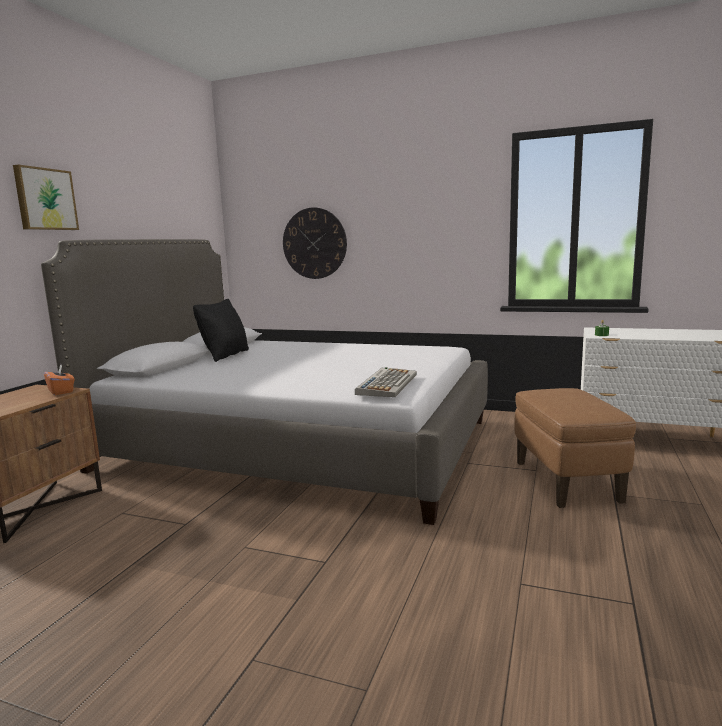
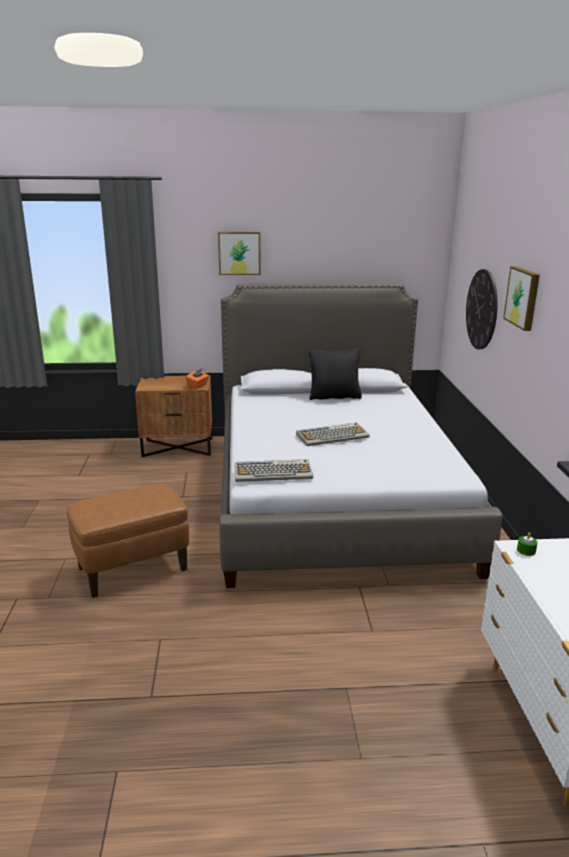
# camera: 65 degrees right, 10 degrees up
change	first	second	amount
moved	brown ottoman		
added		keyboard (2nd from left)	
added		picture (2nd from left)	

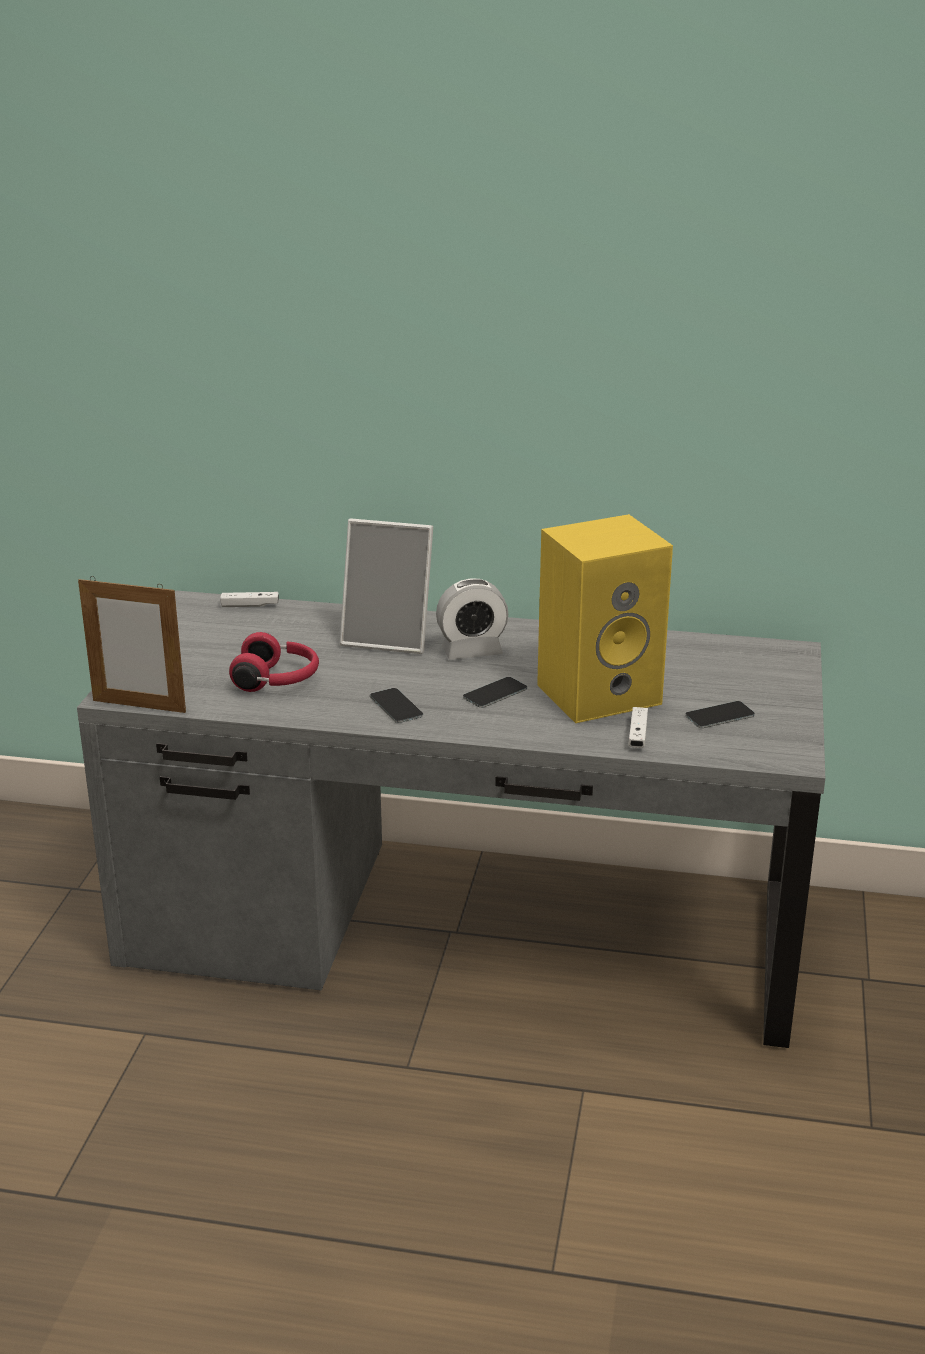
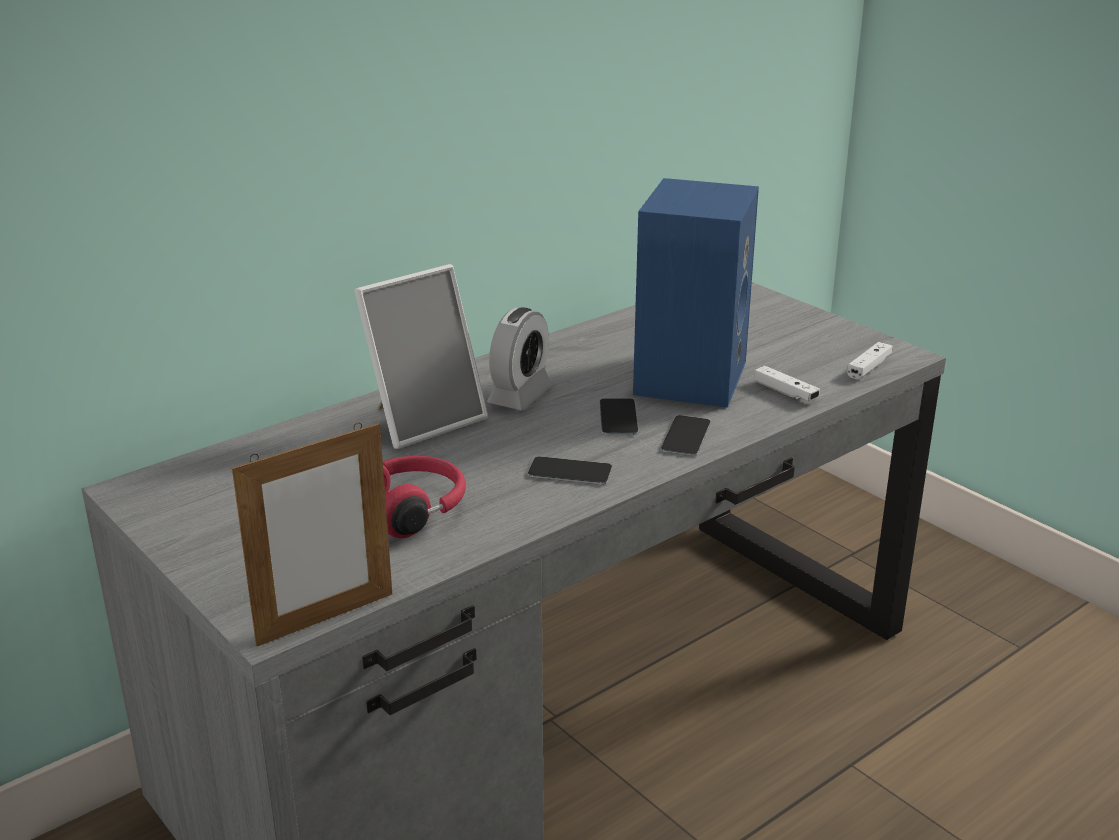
# camera: 50 degrees left, 0 degrees up
change	first	second	amount
moved	white game controller (1st from left in the first image)	white game controller (2nd from left)	
recoloured	yellow speaker	blue speaker	
moved	phone (3rd from left)		

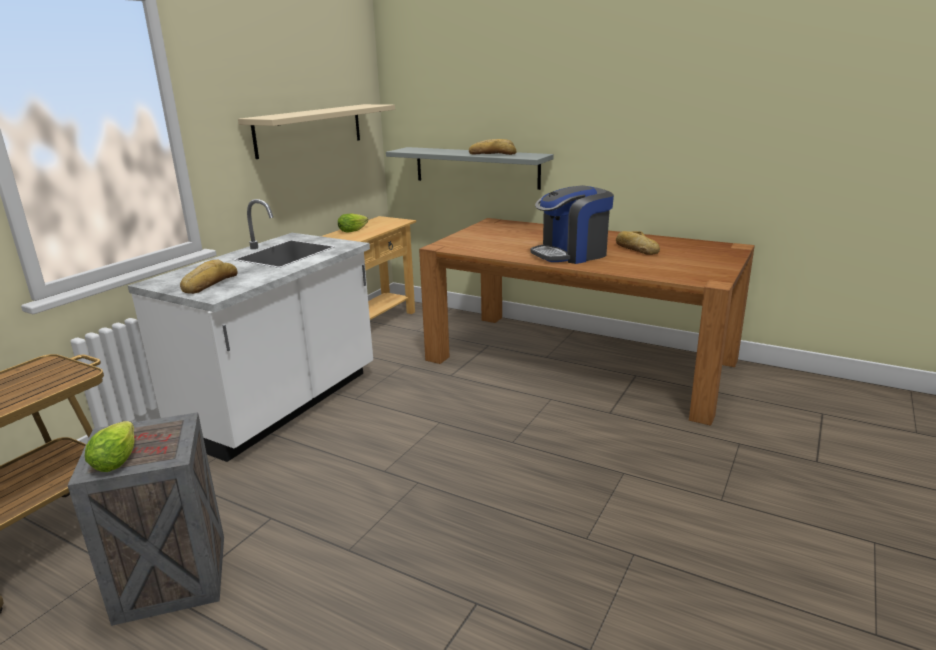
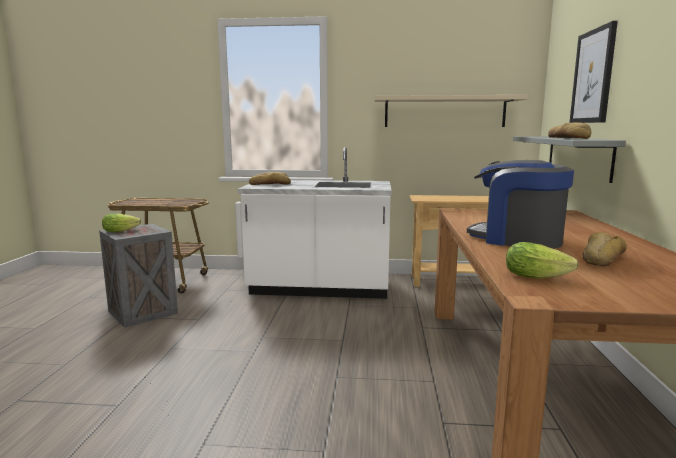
# camera: 65 degrees right, 10 degrees down
change	first	second	amount
moved	lettuce (2nd from left)		
added		picture	

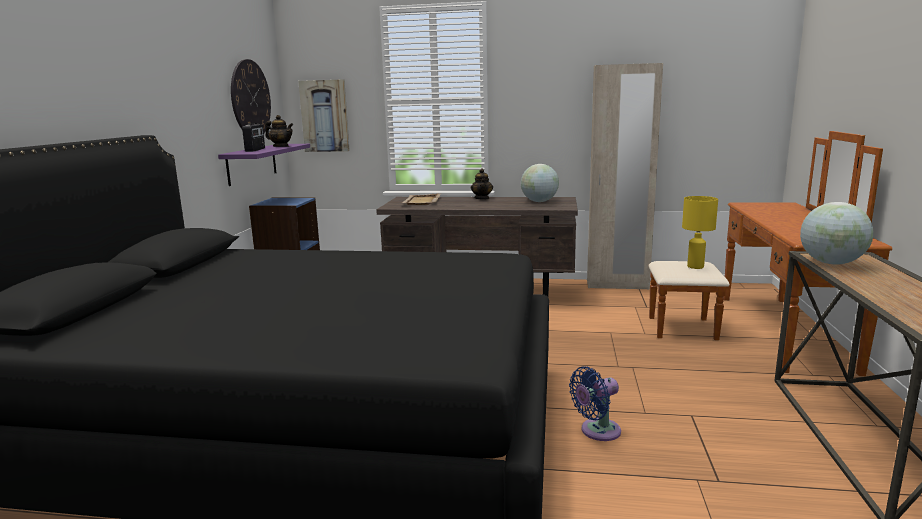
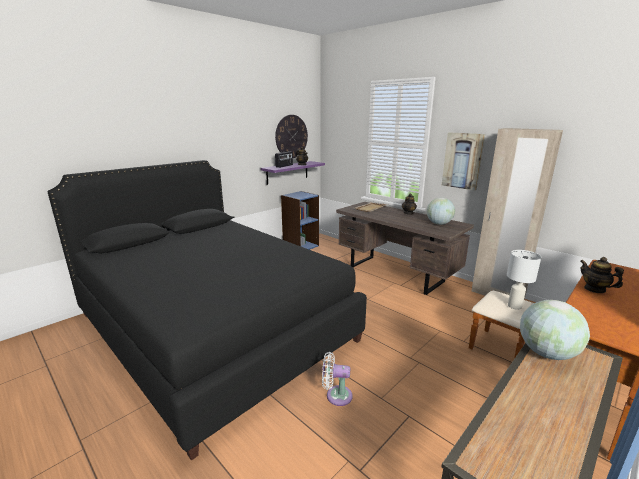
# camera: 35 degrees right, 5 degrees up
change	first	second	amount
moved	picture		
recoloured	blue fan	white fan	
recoloured	yellow table lamp	white table lamp	
added		teapot (3rd from left)	

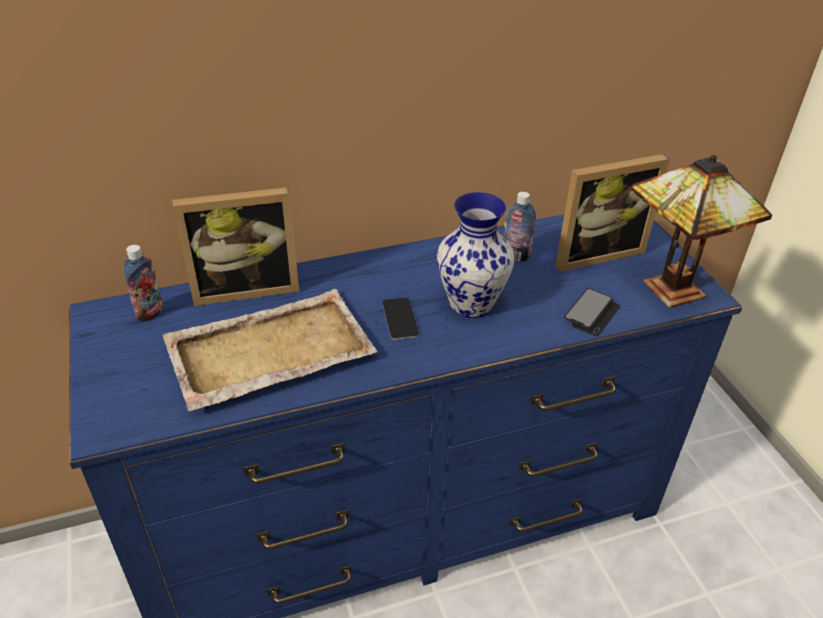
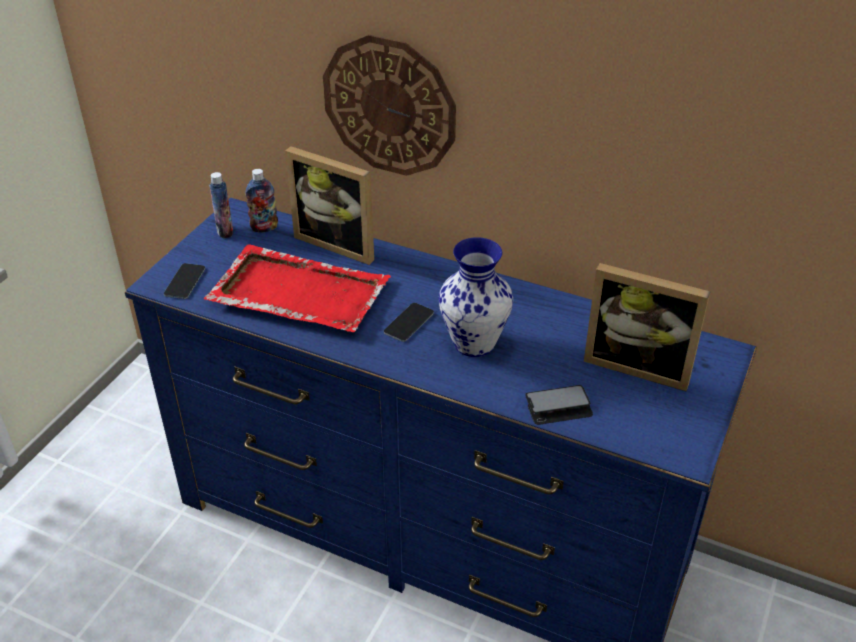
# camera: 45 degrees right, 0 degrees up
change	first	second	amount
recoloured	beige tray	red tray	
moved	bottle (2nd from left in the first image)	bottle (1st from left)	
removed	table lamp		
added		phone (1st from left)	
added		wall clock	

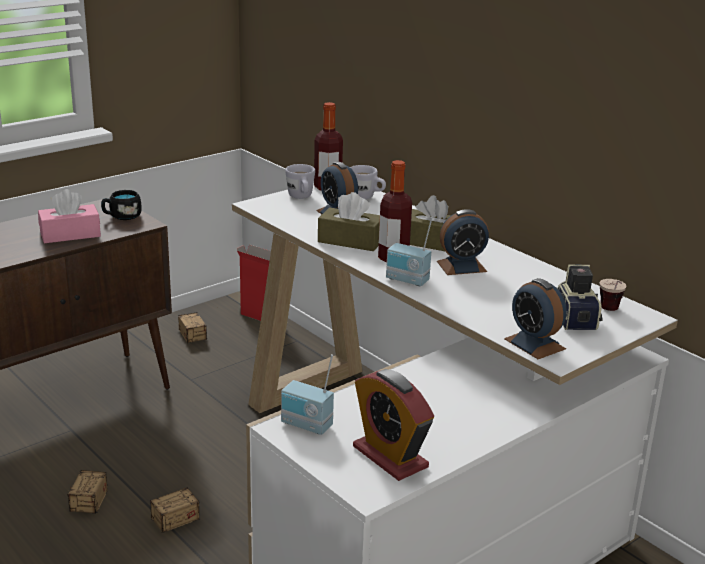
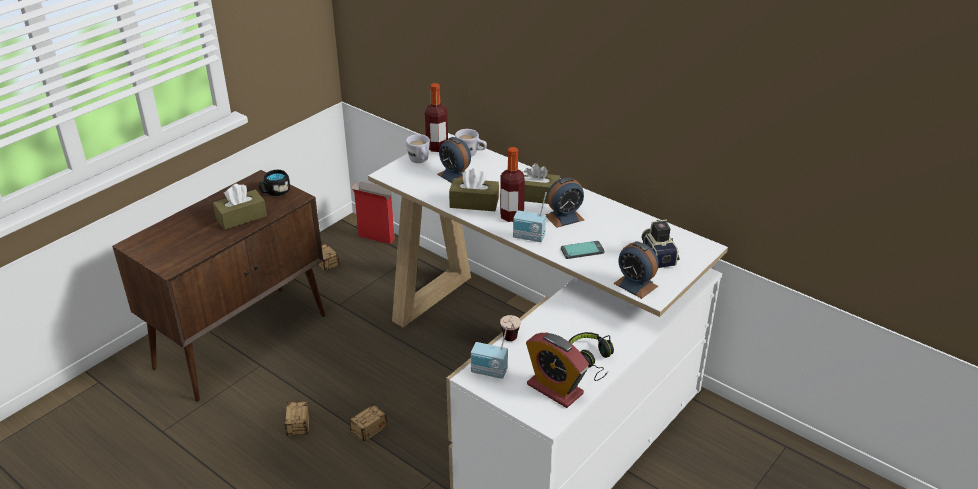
# camera: 10 degrees left, 10 degrees up
change	first	second	amount
recoloured	pink tissue box	brown tissue box (1st from left)	
moved	cup		
added		phone	
added		black headphones	

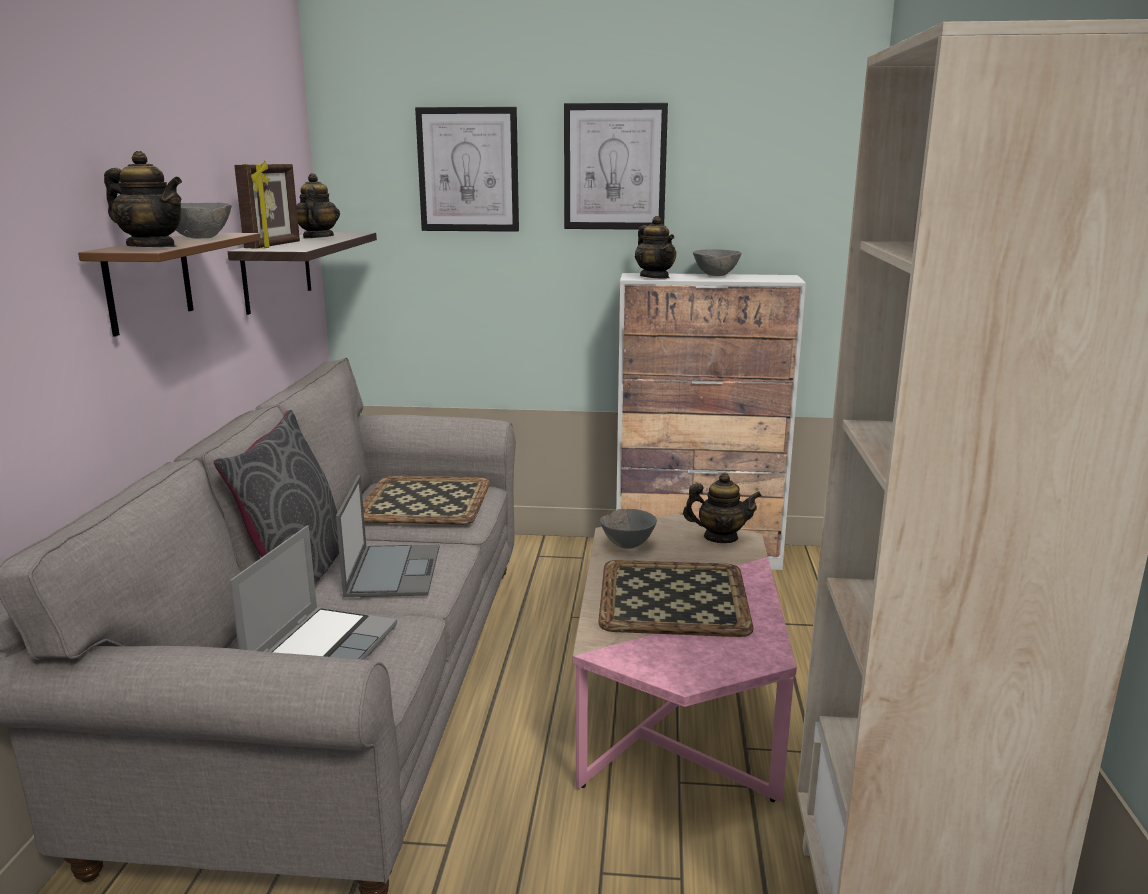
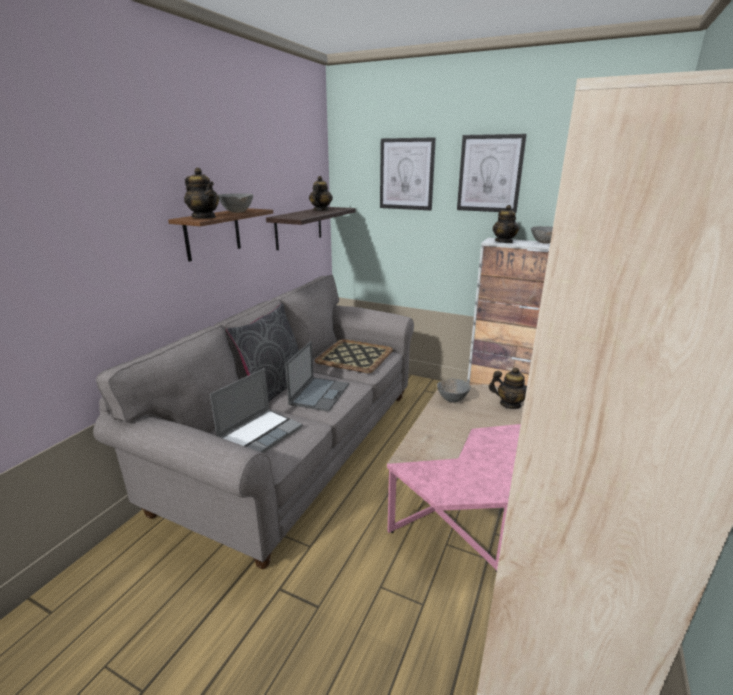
# camera: 20 degrees right, 5 degrees up
change	first	second	amount
removed	picture frame		
removed	tray (2nd from left)		

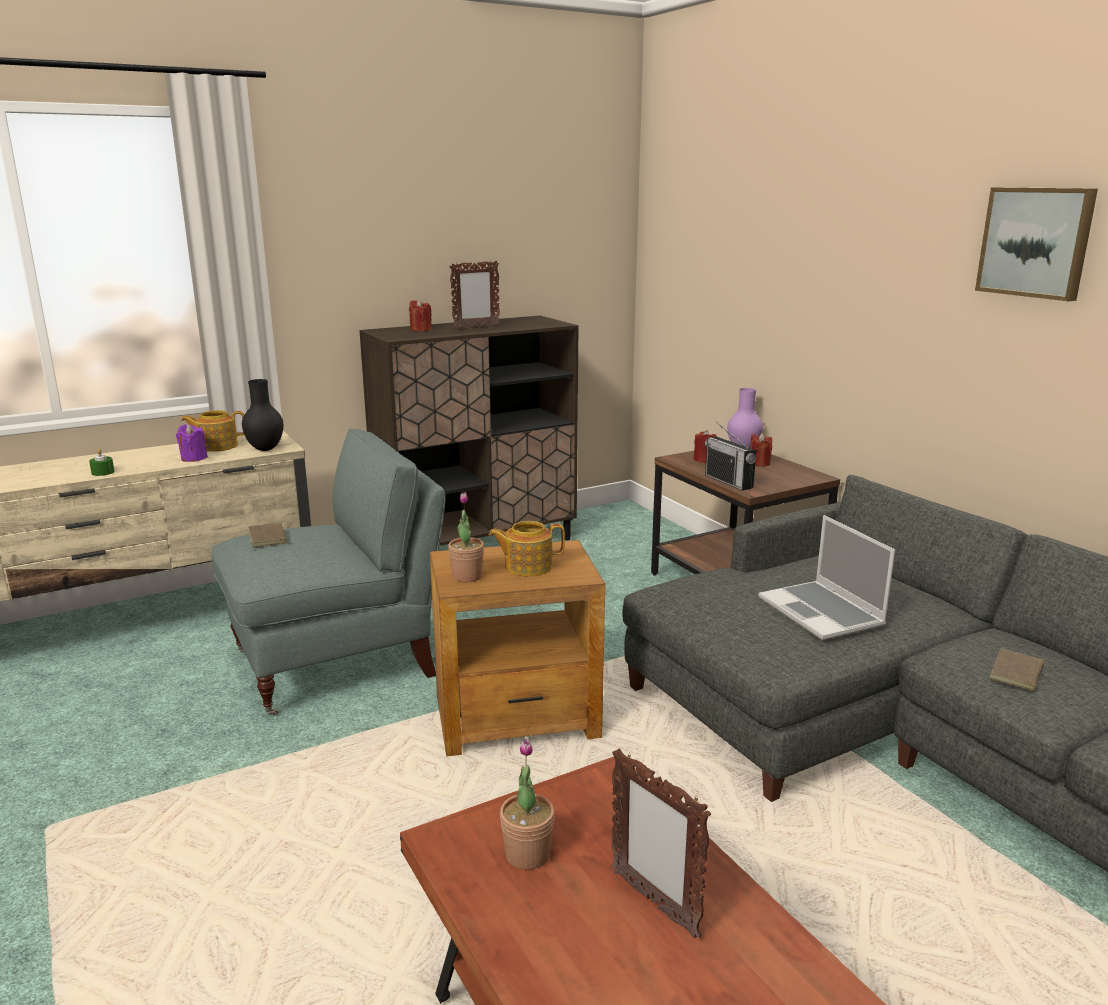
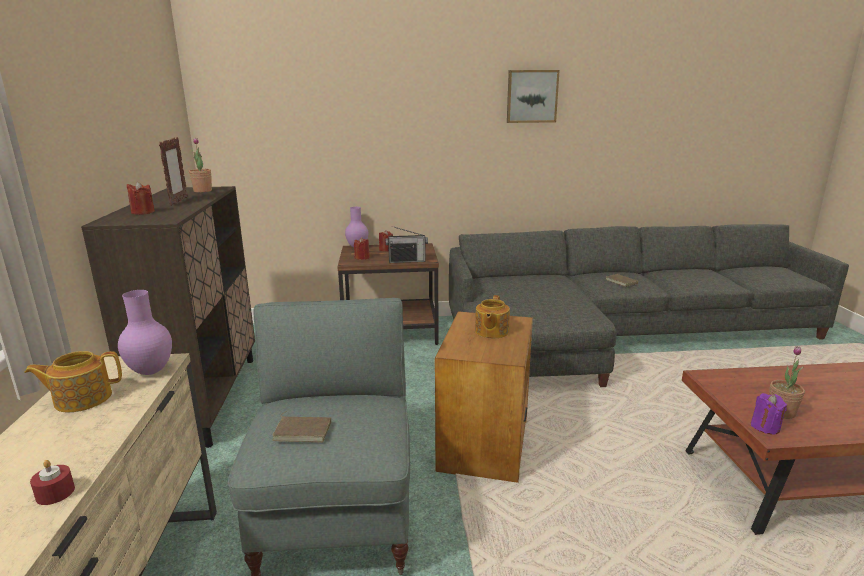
# camera: 65 degrees left, 0 degrees up
change	first	second	amount
recoloured	green candle	red candle (1st from left)	
moved	purple candle		
turned	teapot (1st from left)		60 degrees clockwise
recoloured	black vase	purple vase (1st from left)	
moved	potted plant (1st from left)		
removed	picture frame (2nd from left)		
removed	laptop		

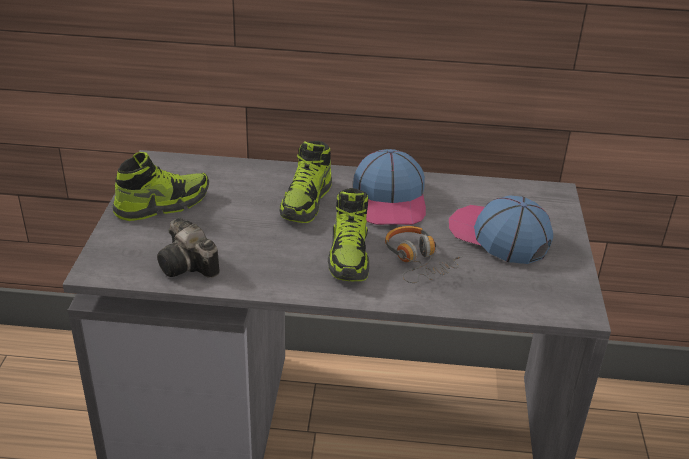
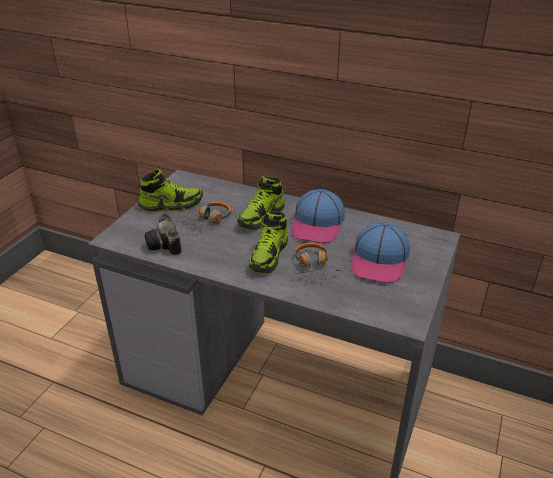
# camera: 20 degrees right, 0 degrees up
change	first	second	amount
turned	cap (2nd from left)		135 degrees counterclockwise
added		headphones (1st from left)	

